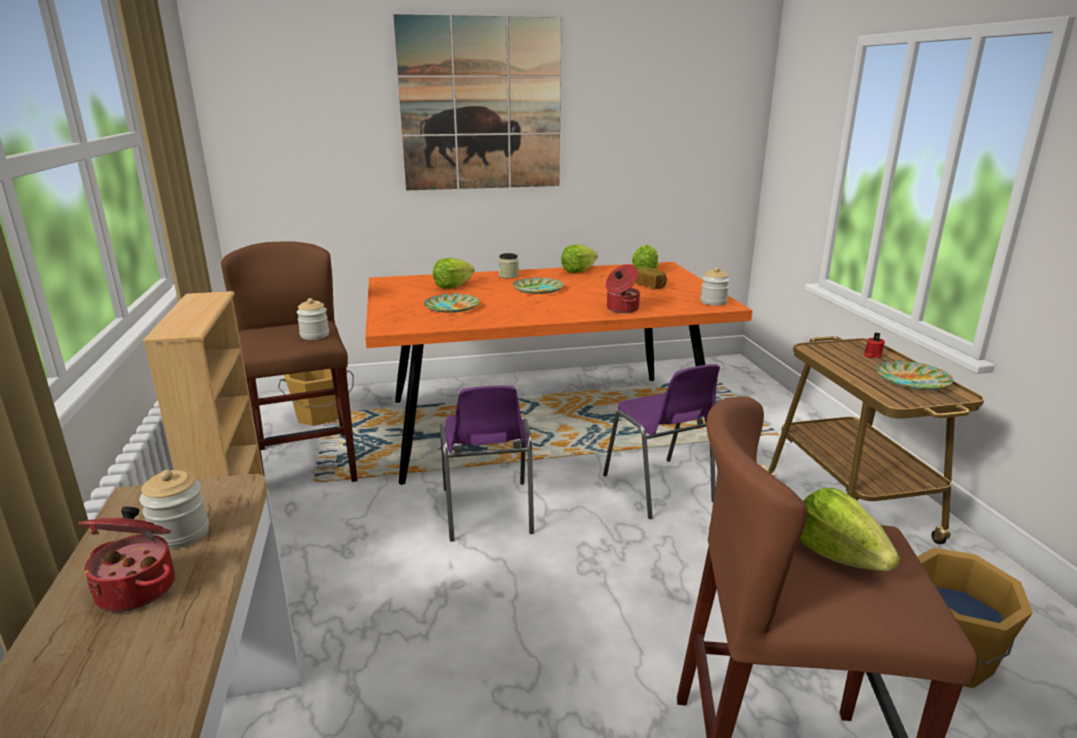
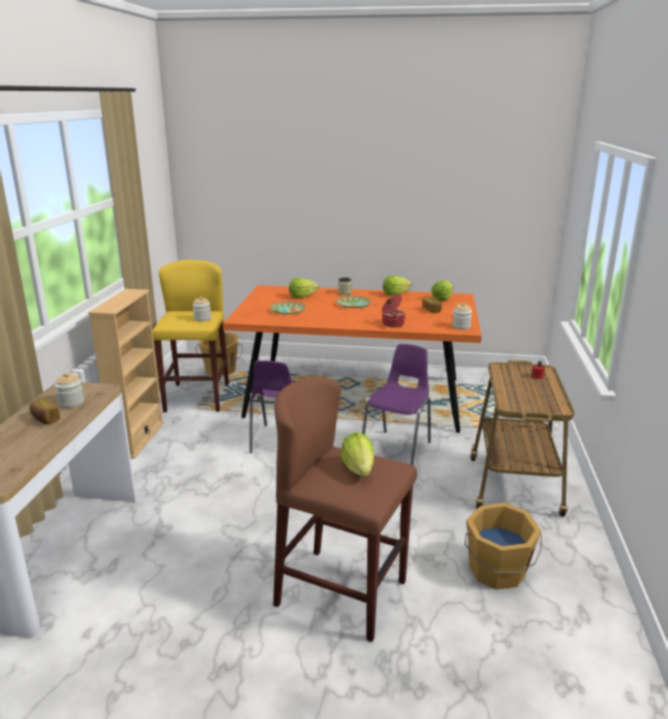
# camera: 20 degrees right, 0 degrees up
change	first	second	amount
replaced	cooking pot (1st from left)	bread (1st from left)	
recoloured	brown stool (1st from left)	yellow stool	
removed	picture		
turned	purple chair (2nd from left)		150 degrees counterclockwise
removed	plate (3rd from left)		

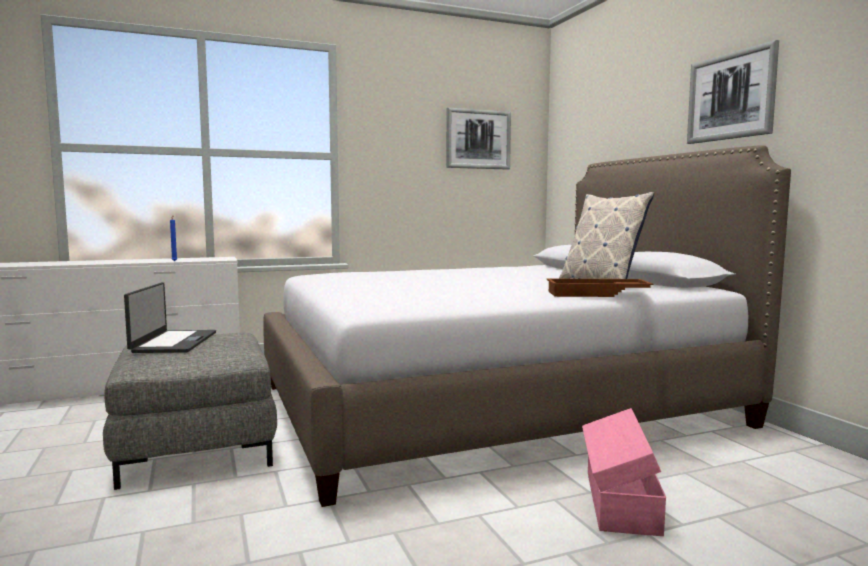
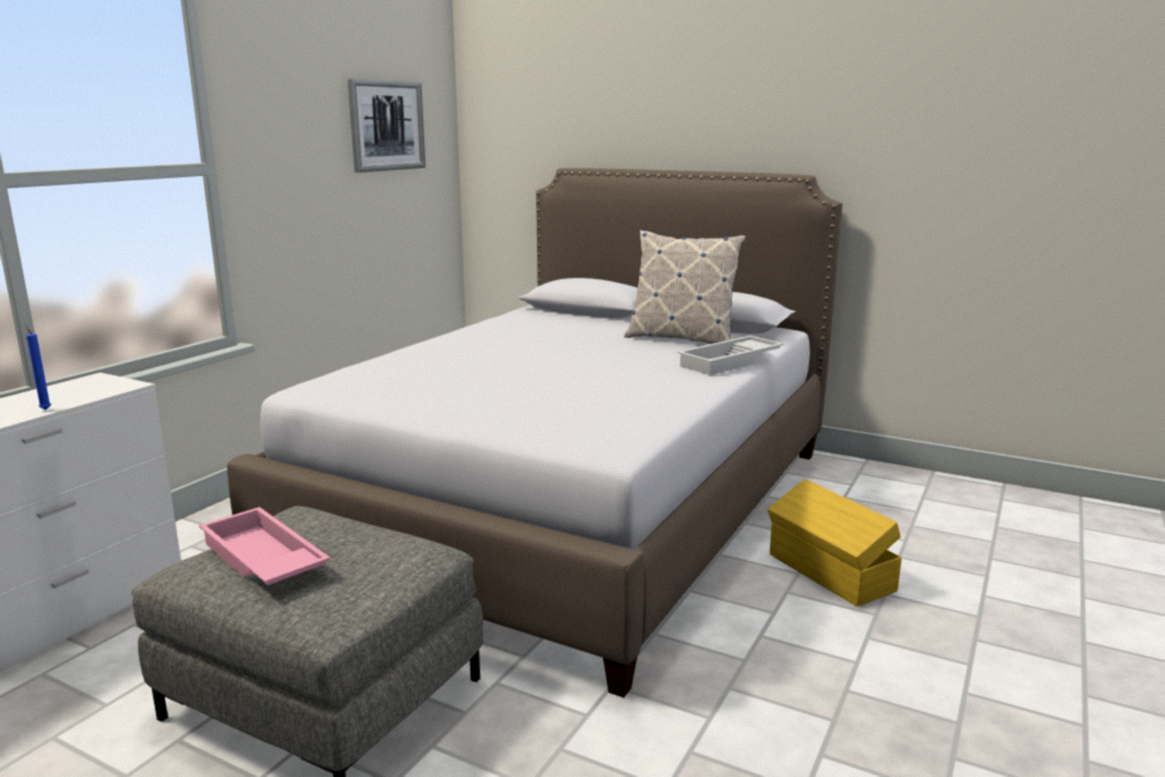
# camera: 40 degrees left, 10 degrees up
change	first	second	amount
replaced	laptop	pink tray	
recoloured	brown tray	white tray	
recoloured	pink storage box	yellow storage box	
removed	picture (2nd from left)		

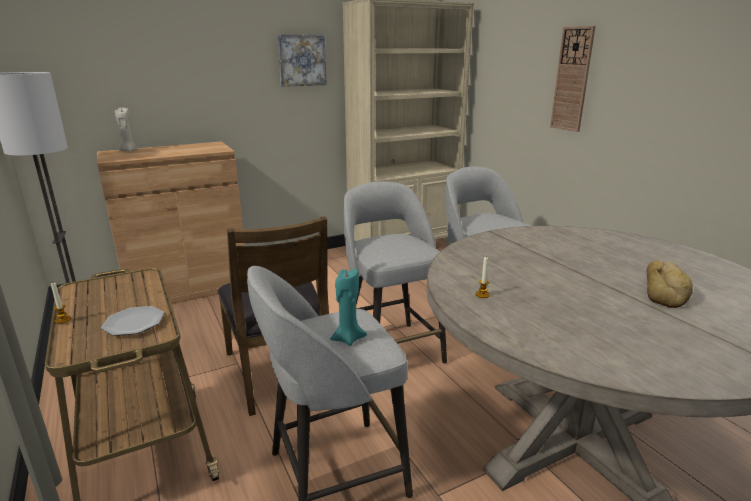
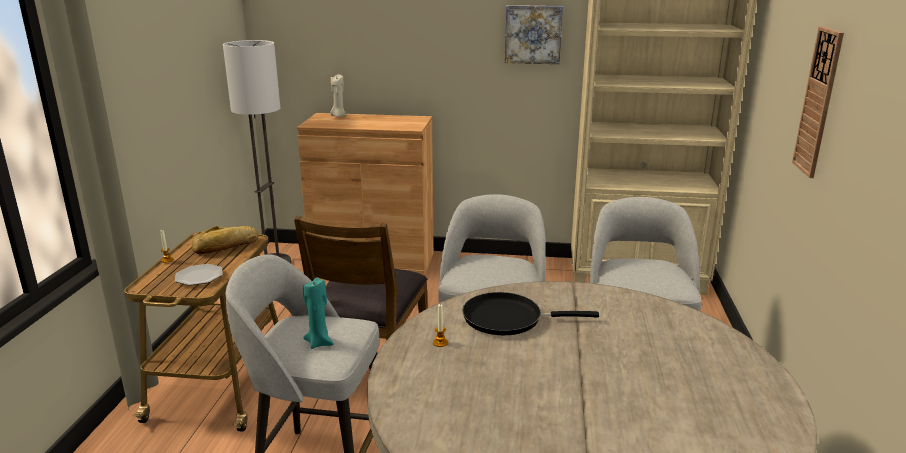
# camera: 35 degrees right, 0 degrees up
change	first	second	amount
moved	bread		
added		black frying pan	

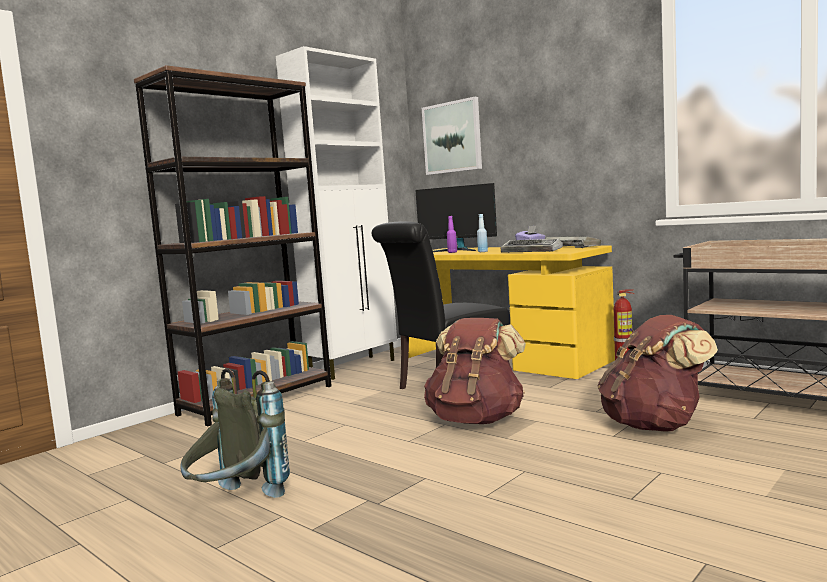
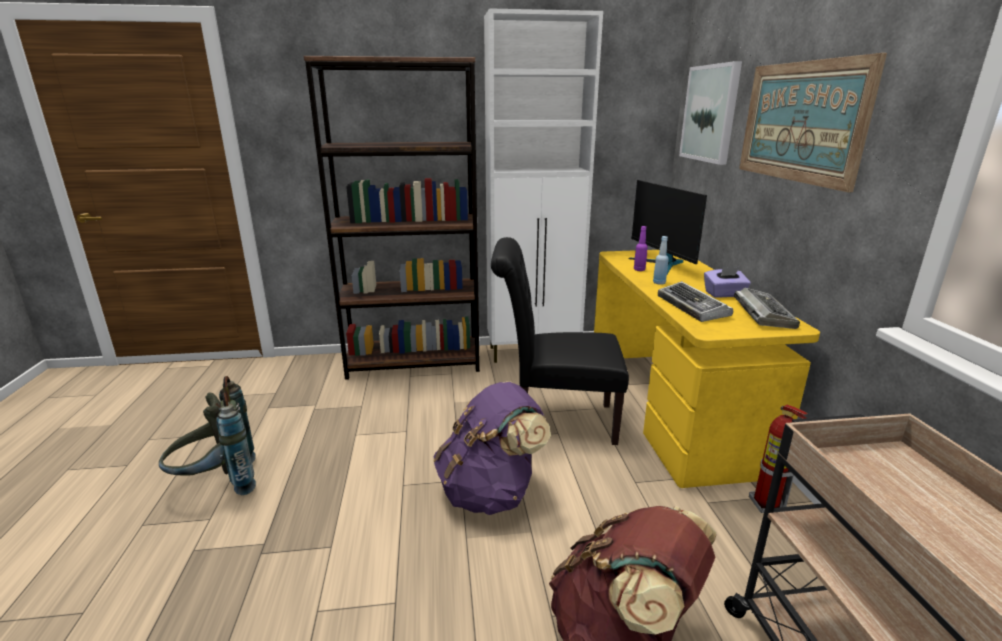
# camera: 40 degrees right, 15 degrees up
change	first	second	amount
recoloured	brown backpack (1st from left)	purple backpack	
added		picture (2nd from left)	

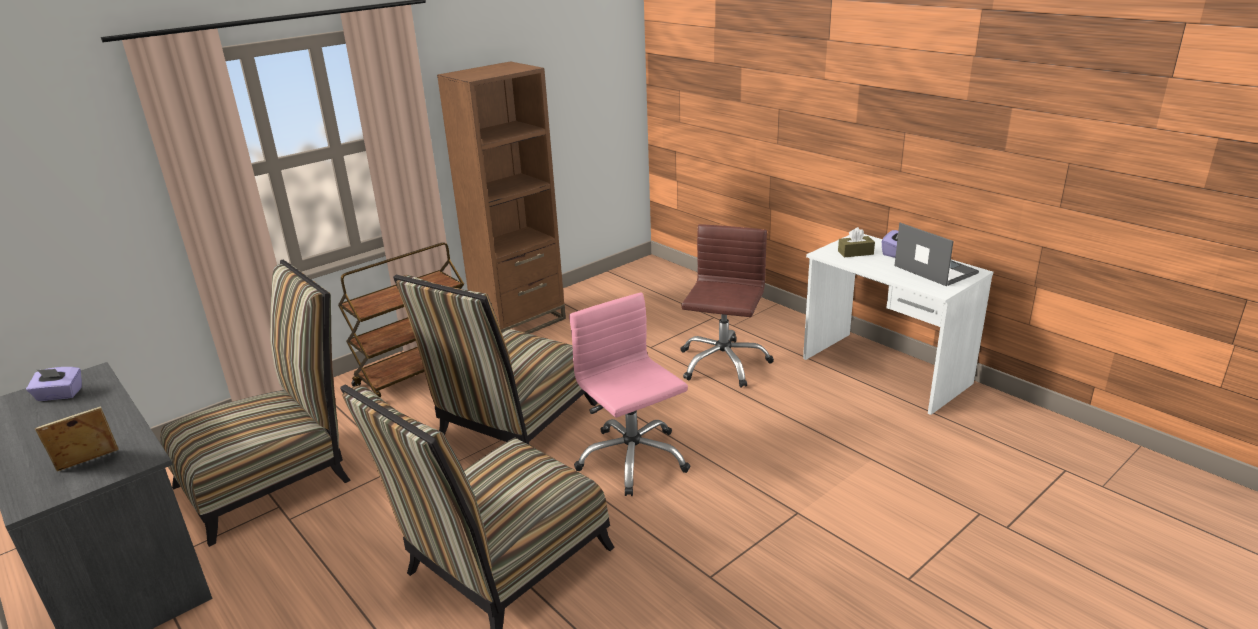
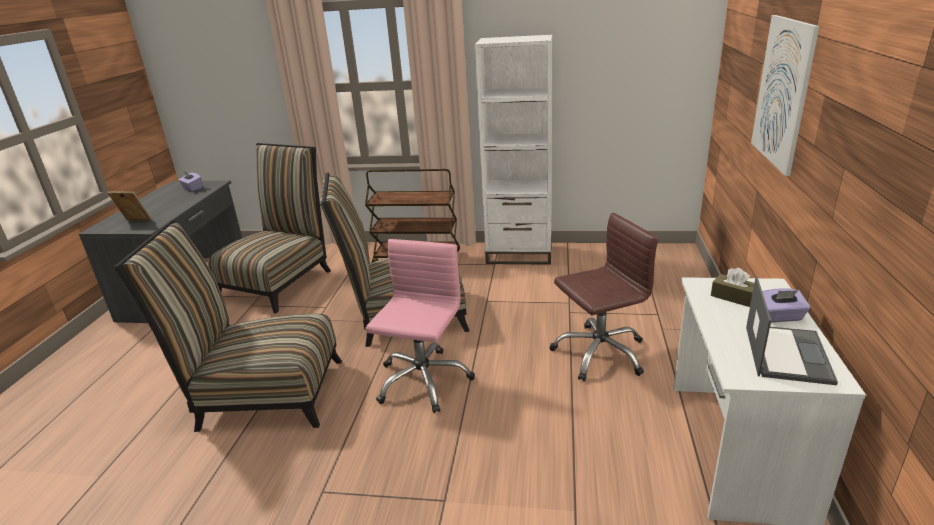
# camera: 50 degrees right, 0 degrees up
change	first	second	amount
turned	chair (1st from left in the first image)	chair (2nd from left)	75 degrees counterclockwise
recoloured	brown bookcase	white bookcase	
added		picture	

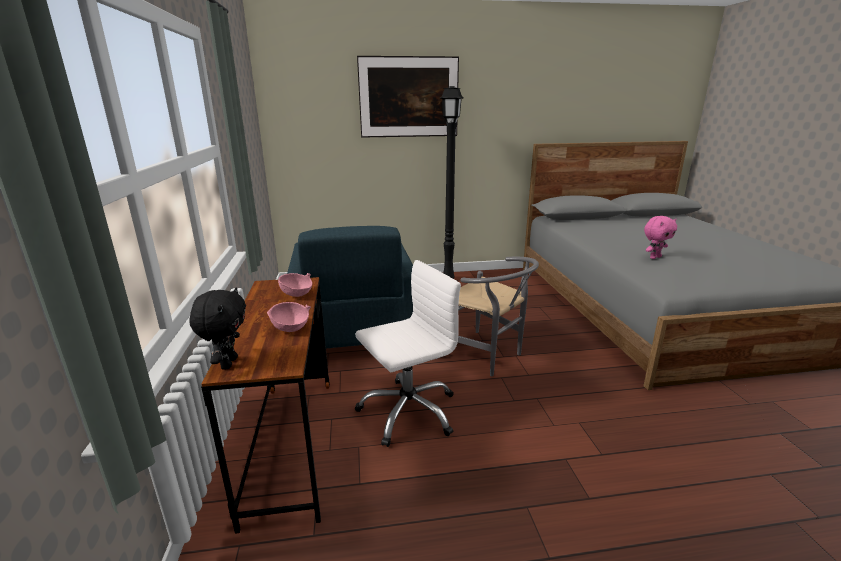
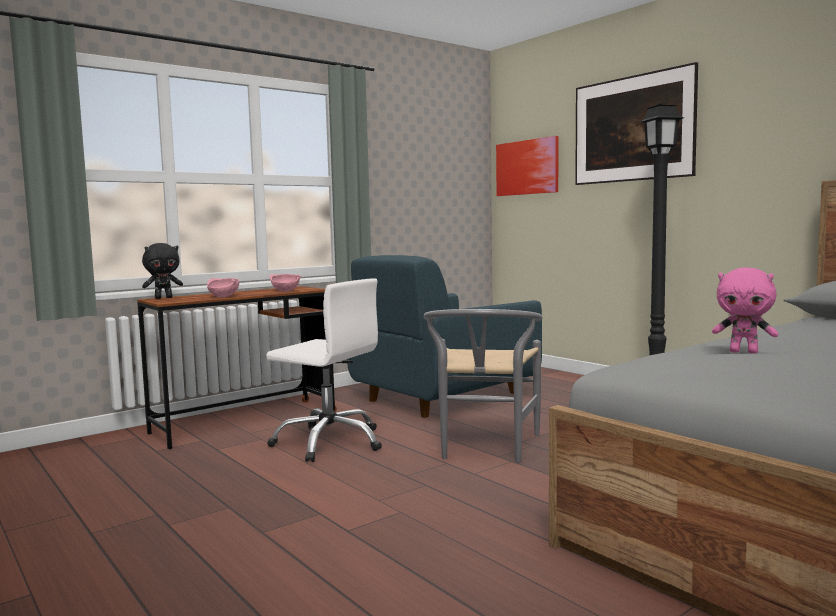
# camera: 60 degrees right, 15 degrees down
change	first	second	amount
added		picture (1st from left)	

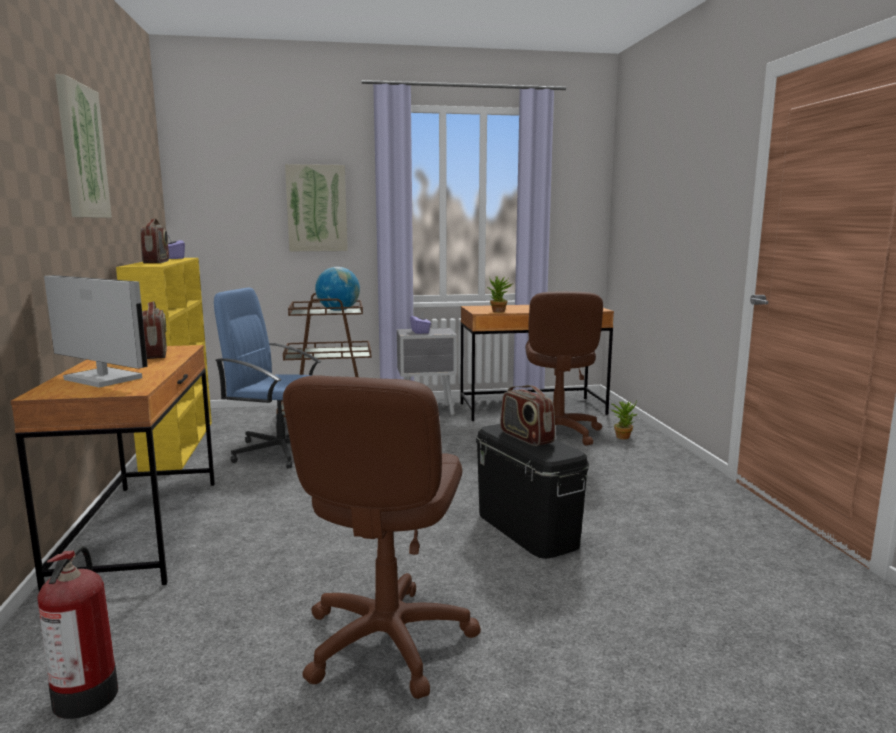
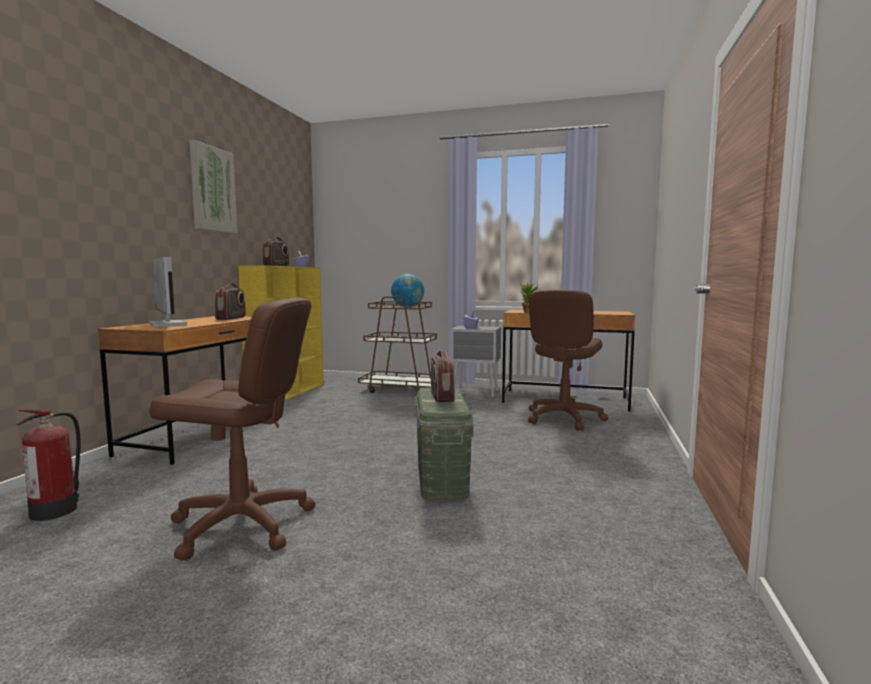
# camera: 25 degrees right, 5 degrees down
change	first	second	amount
removed	blue office chair		
turned	brown office chair (1st from left)		120 degrees counterclockwise
removed	picture (2nd from left)		
recoloured	black storage box	green storage box	
removed	potted plant (2nd from left)		

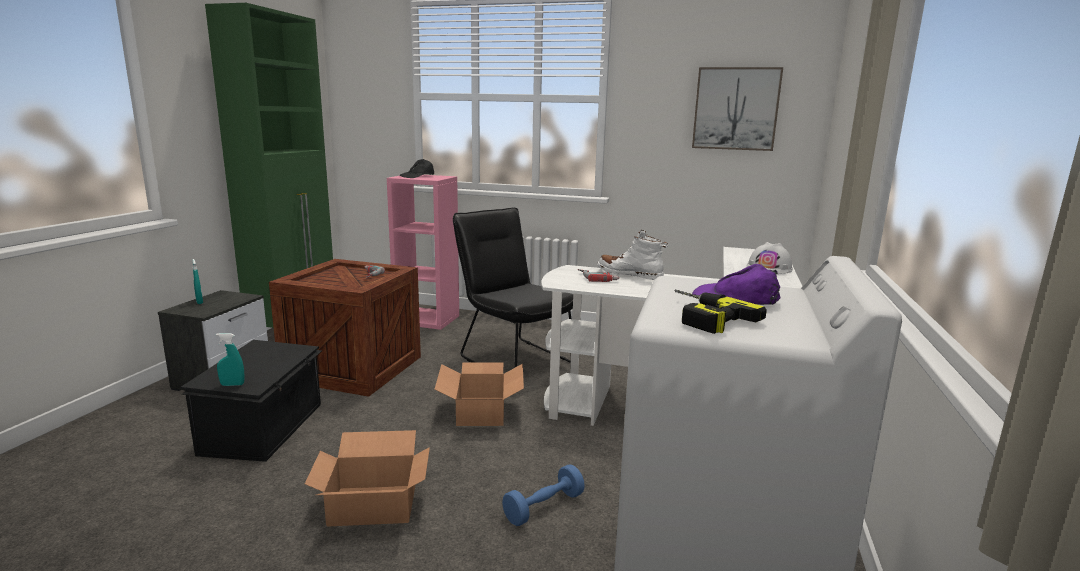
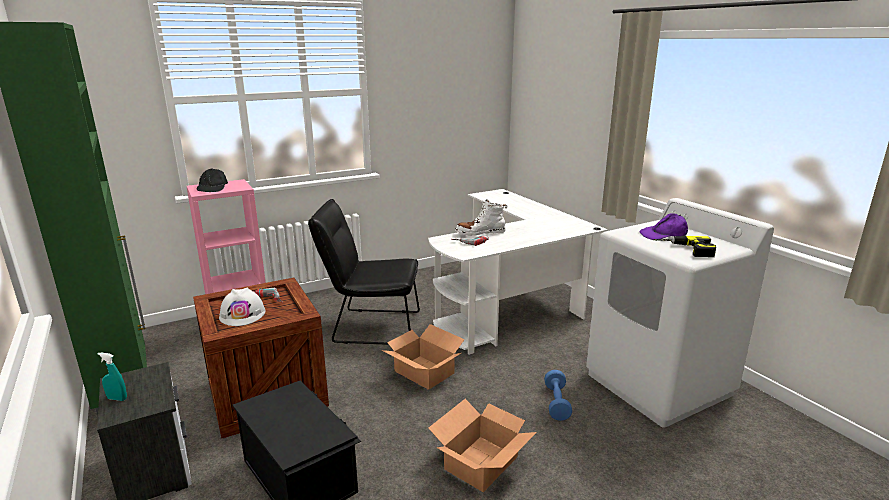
# camera: 45 degrees left, 5 degrees up
change	first	second	amount
removed	turquoise spray bottle (2nd from left)		
removed	picture		
moved	white hard hat		

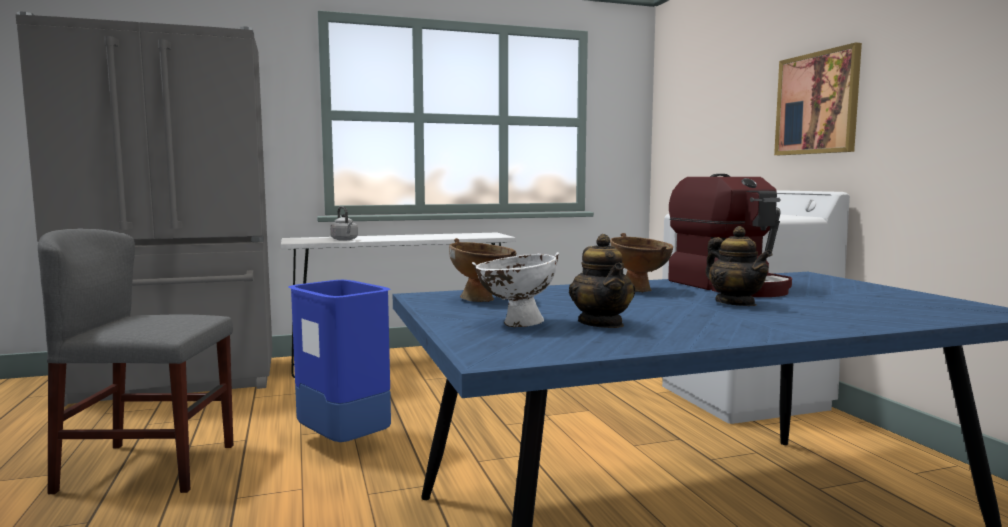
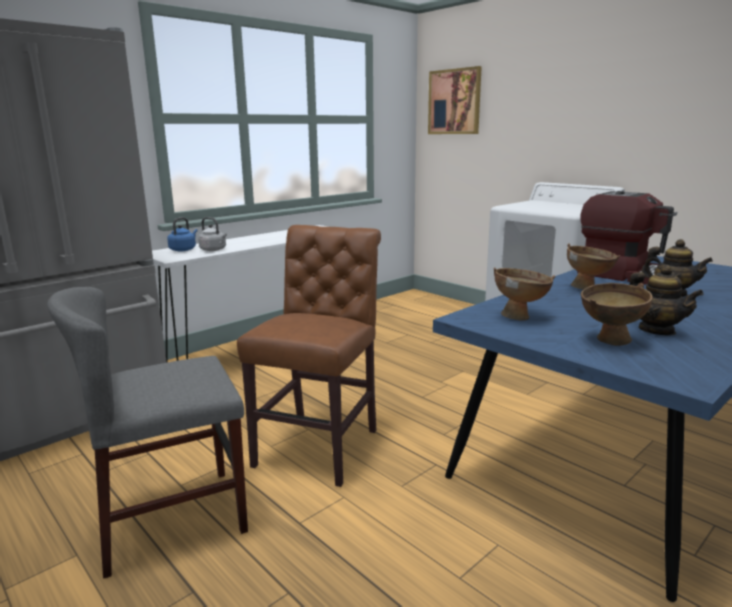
# camera: 25 degrees left, 10 degrees up
change	first	second	amount
replaced	blue trash can	brown chair	
recoloured	white bowl	brown bowl (3rd from left)	
moved	picture		
added		blue kettle	

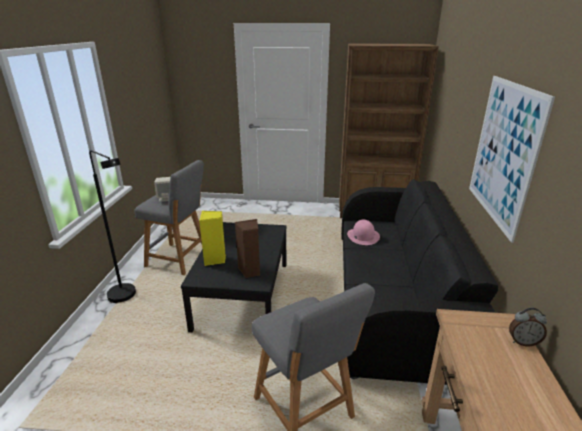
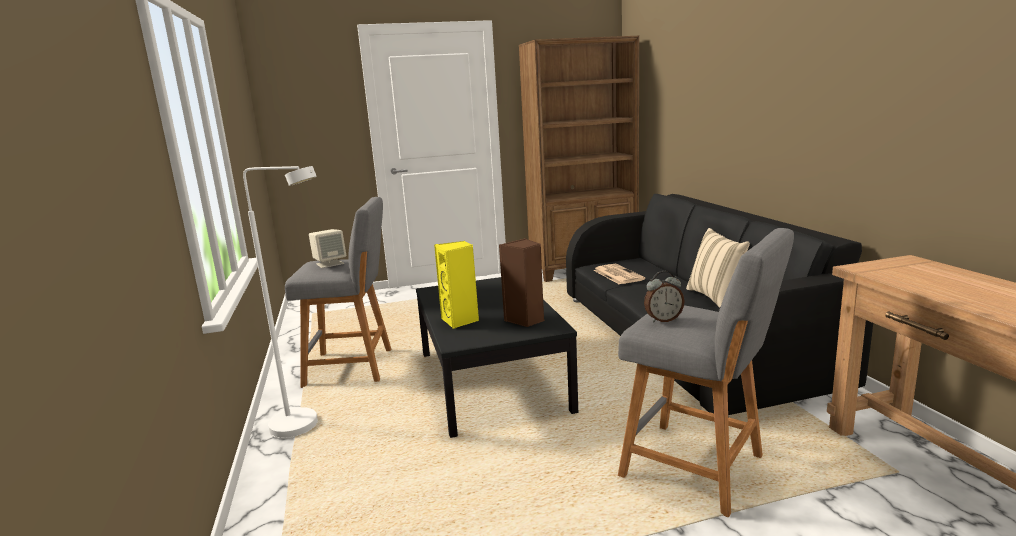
# camera: 20 degrees left, 10 degrees down
change	first	second	amount
recoloured	black floor lamp	white floor lamp	
replaced	pink hat	newspaper	
removed	picture		
moved	alarm clock		
added		beige pillow	

